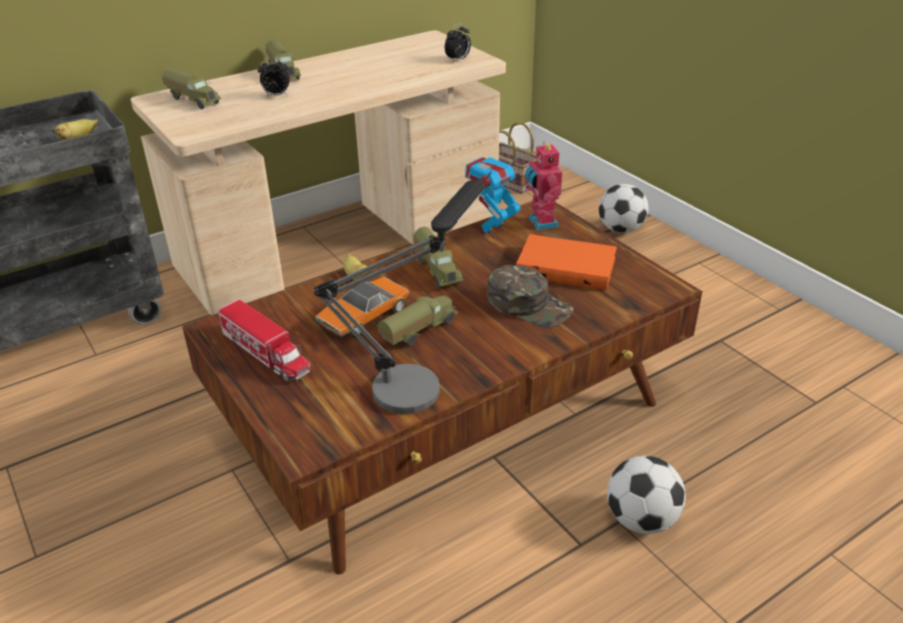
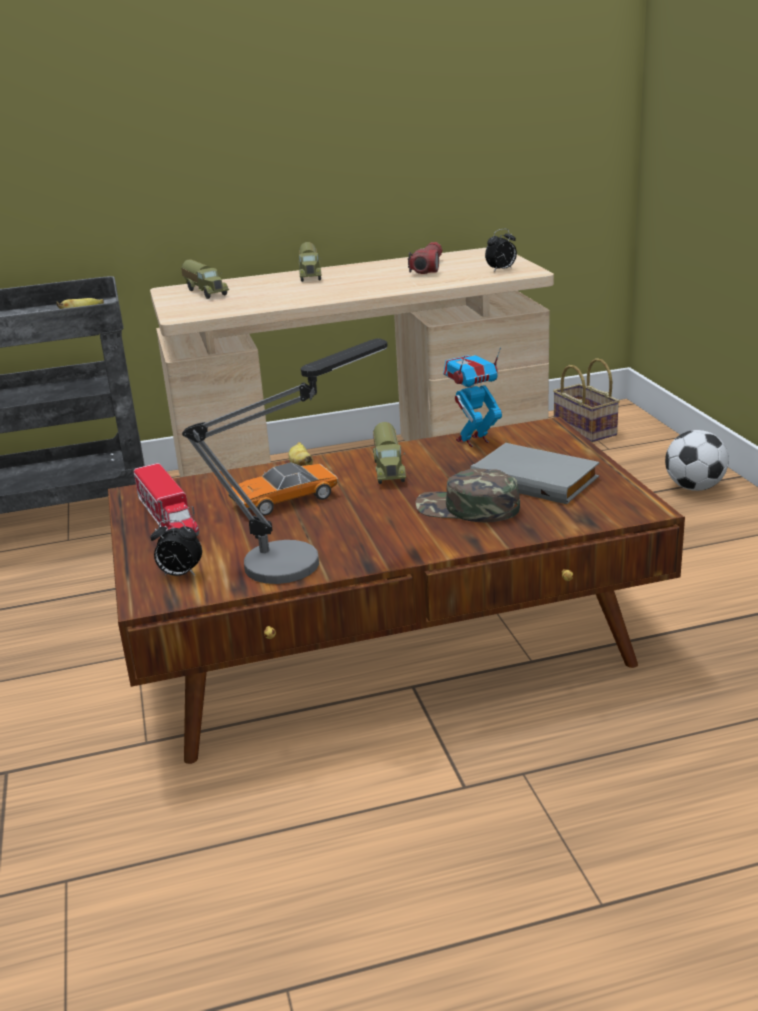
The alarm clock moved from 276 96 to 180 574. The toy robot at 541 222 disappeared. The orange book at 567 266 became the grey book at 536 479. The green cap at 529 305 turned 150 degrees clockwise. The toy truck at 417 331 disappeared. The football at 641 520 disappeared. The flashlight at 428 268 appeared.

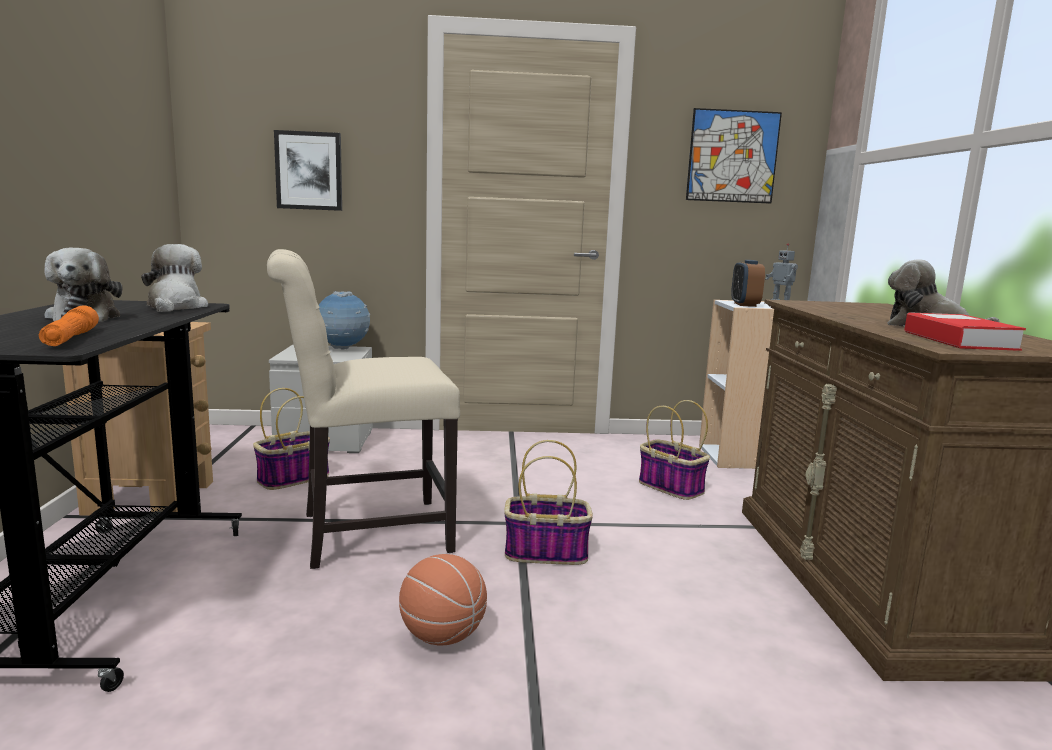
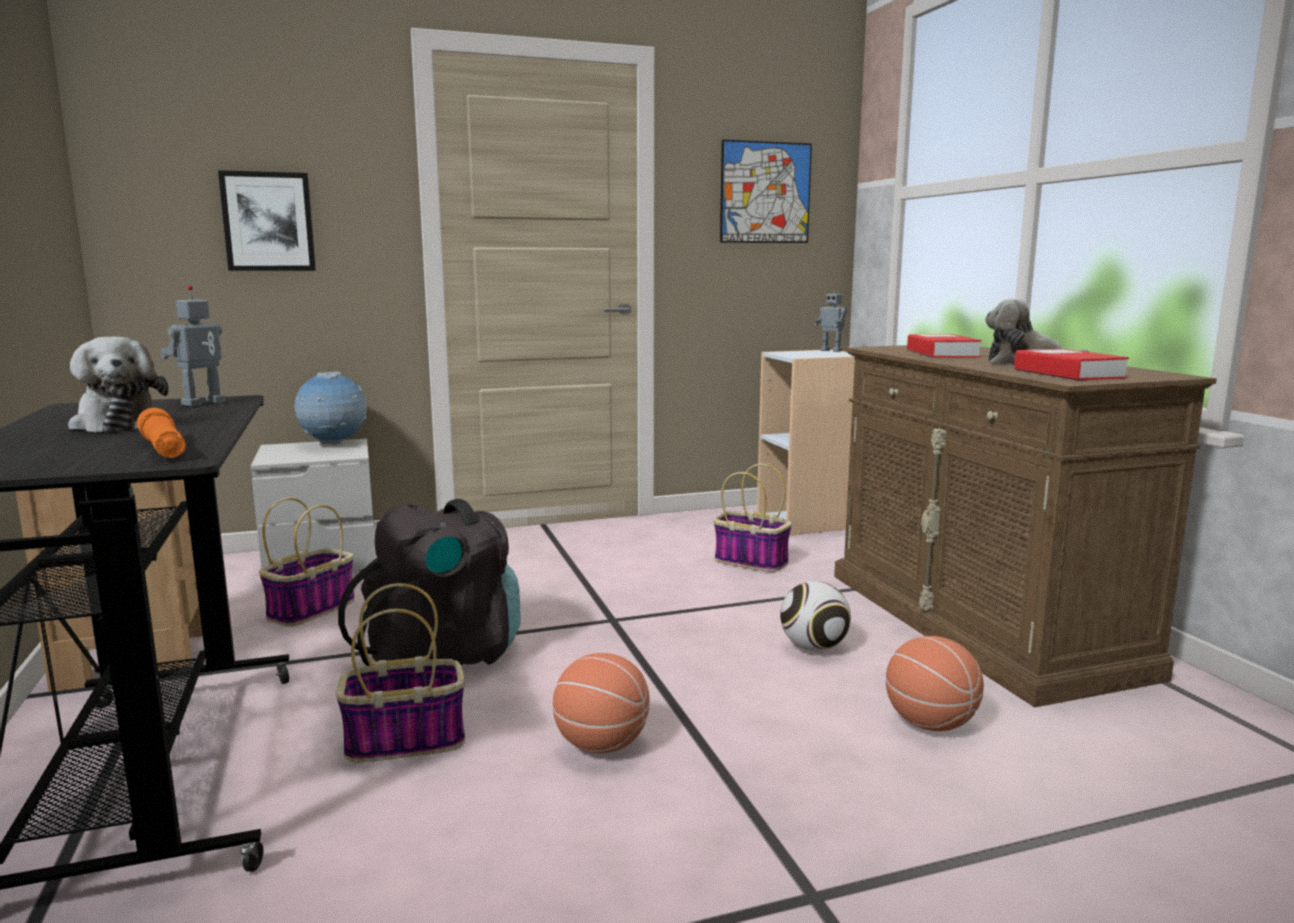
The plush toy at 175 307 was replaced by the toy robot at 204 403. The beige chair at 364 533 was replaced by the black backpack at 443 657. The alarm clock at 745 304 disappeared. The basket moved from 547 552 to 407 740. The book at 942 353 appeared. The football at 813 648 appeared. The basketball at 930 723 appeared.

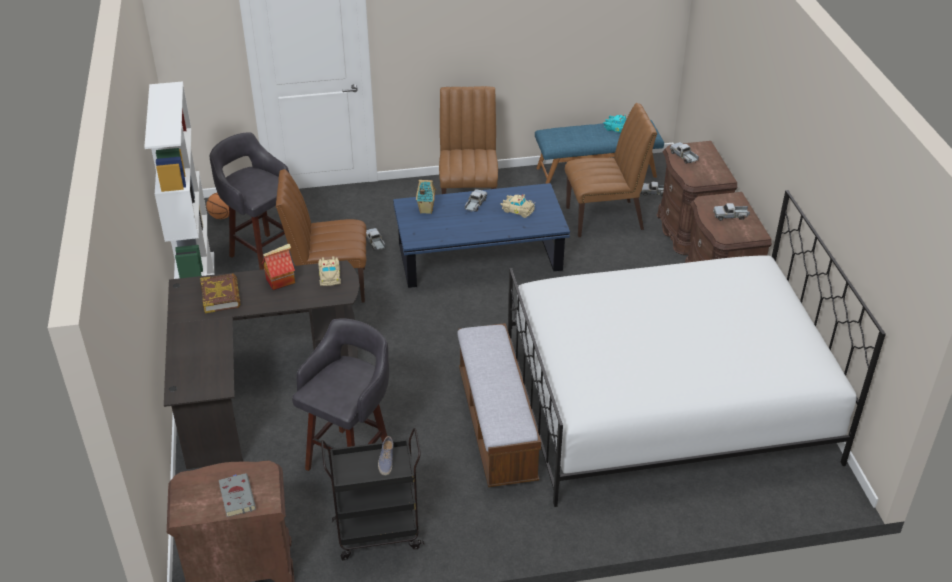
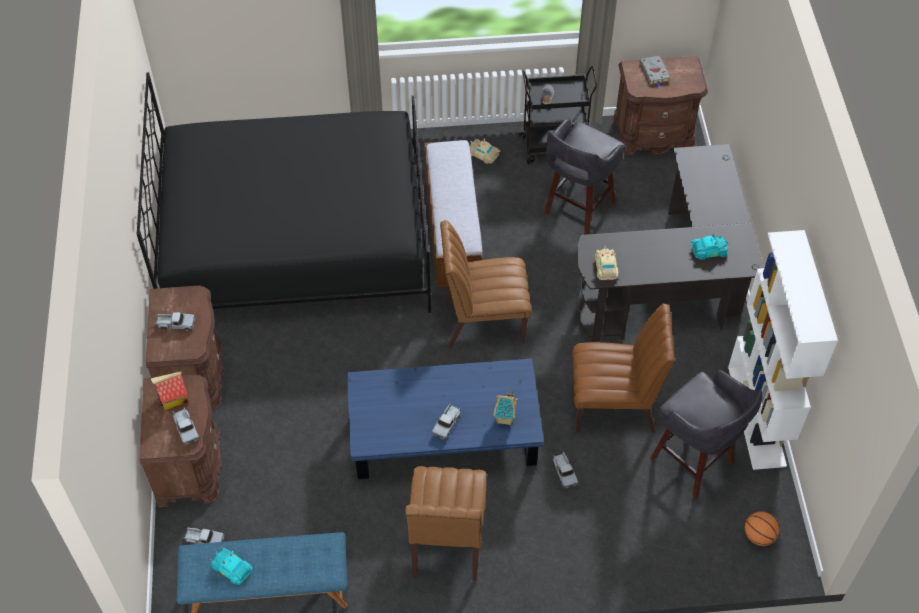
The brown chair moved from 604 219 to 484 322. The white bed at 668 403 became the black bed at 296 241. The beige toy car moved from 517 210 to 483 155. The toy house moved from 280 280 to 173 399. The book at 221 296 was replaced by the turquoise toy car at 708 250.

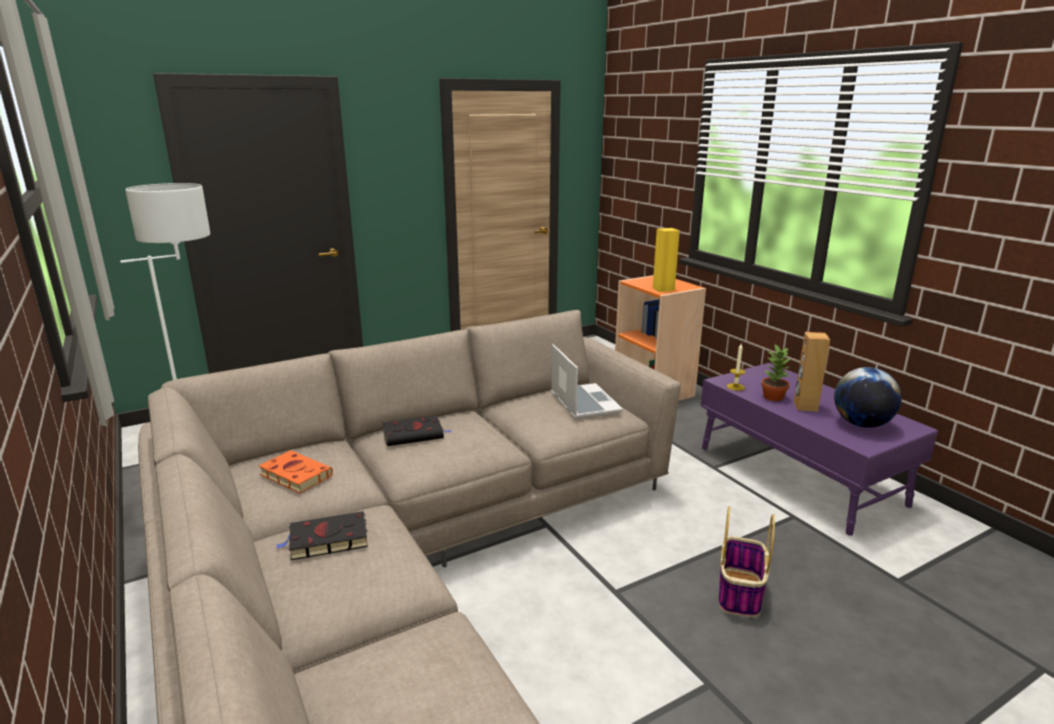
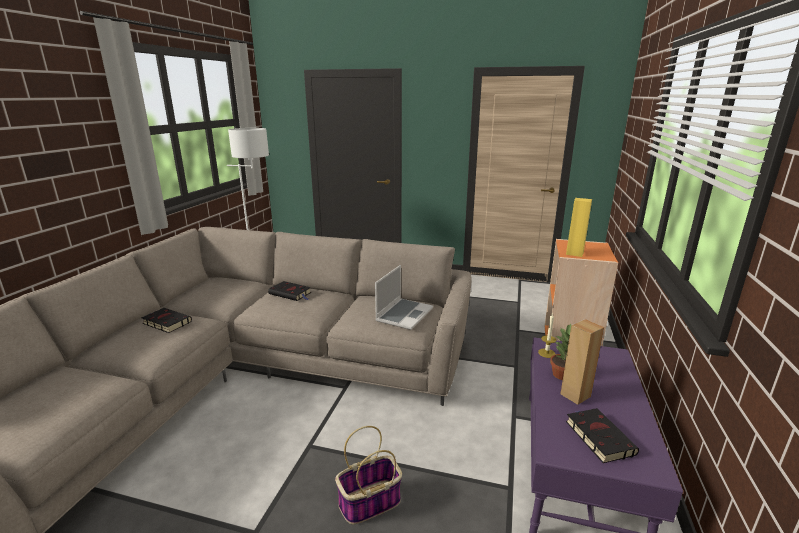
The globe at 861 424 was replaced by the black book at 597 436. The orange book at 294 475 disappeared.

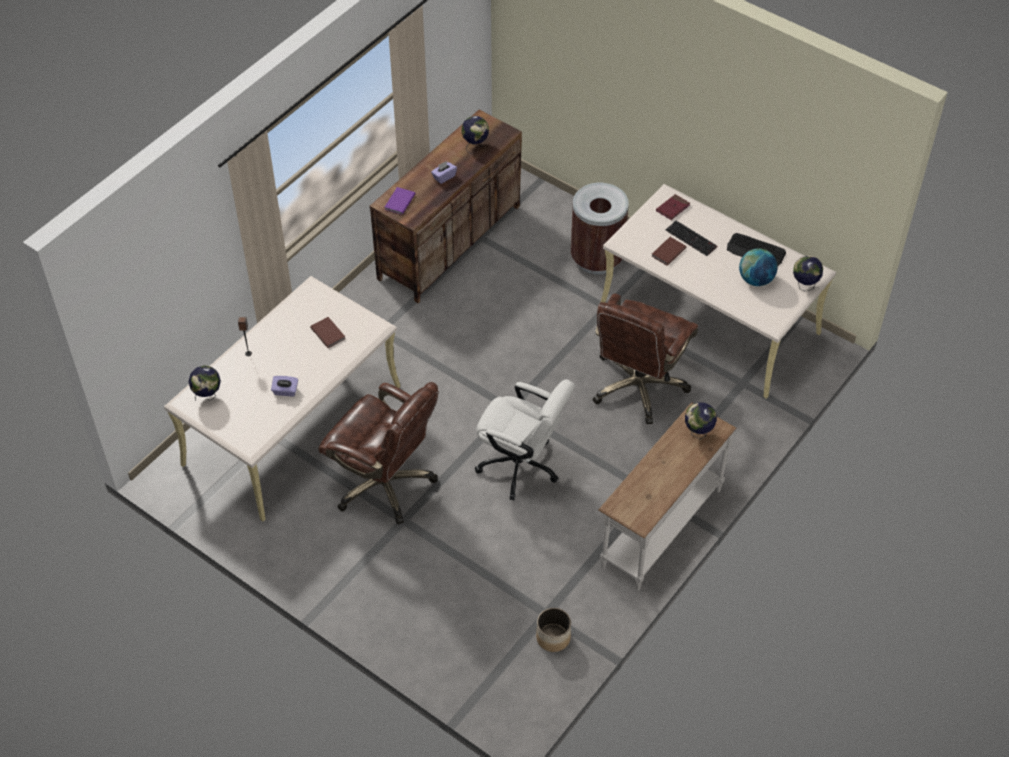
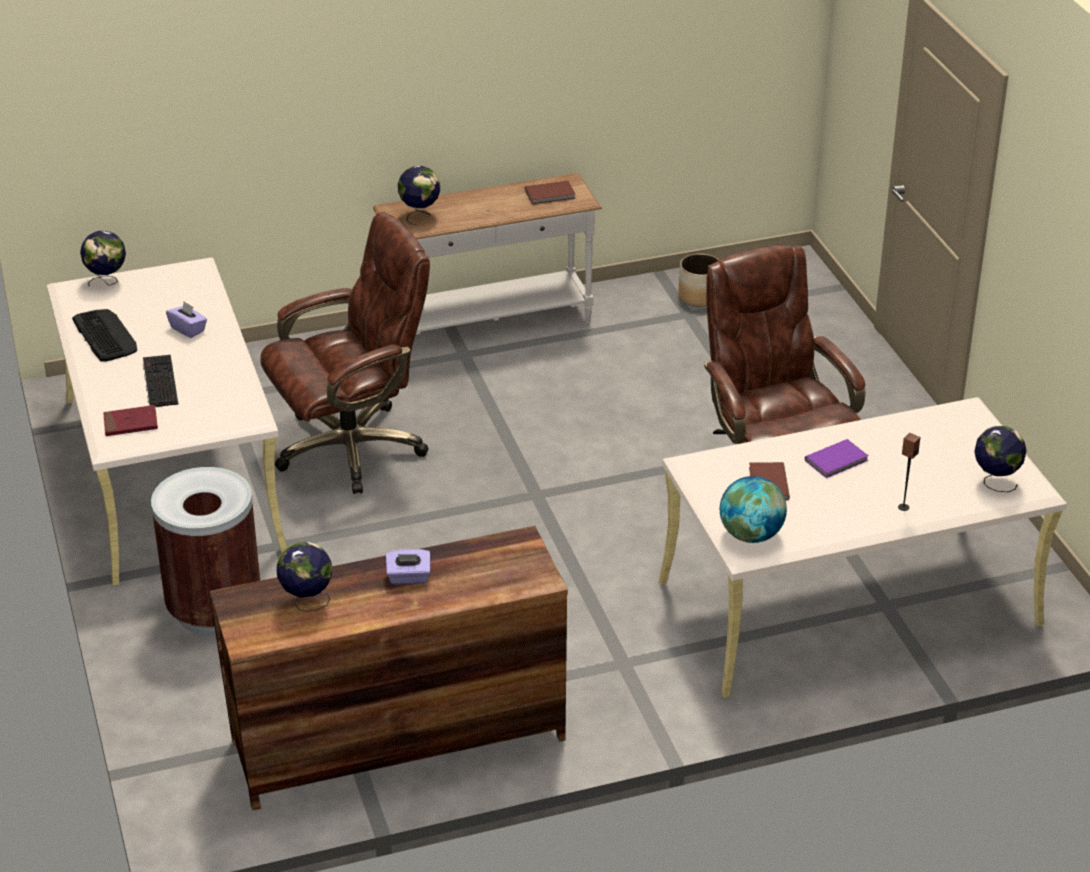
The purple book moved from 399 202 to 837 461. The brown book moved from 667 252 to 551 195. The globe moved from 756 280 to 751 535. The purple tissue box moved from 285 391 to 188 329. The white office chair at 522 467 disappeared.

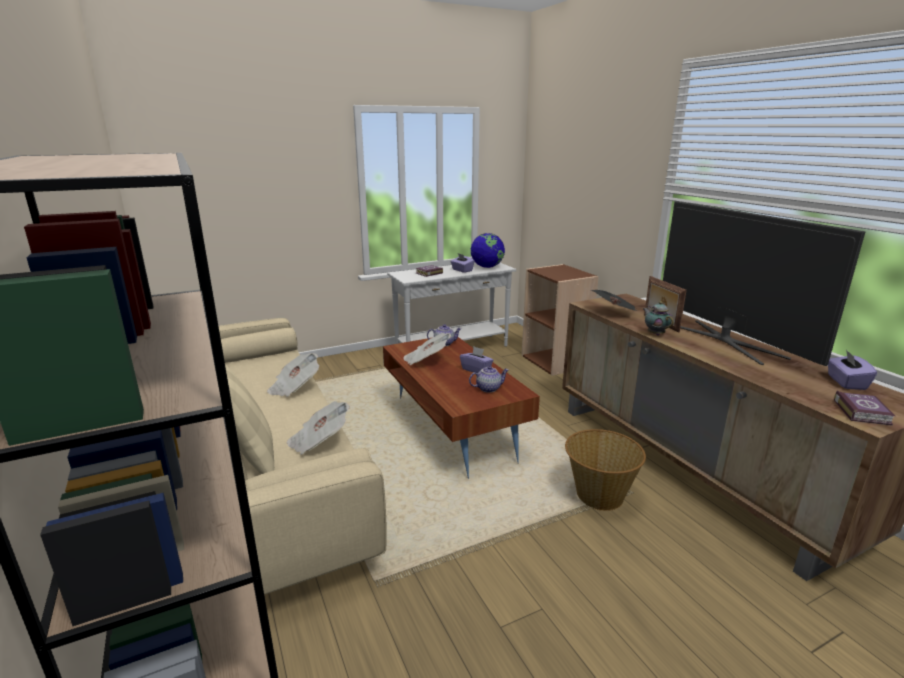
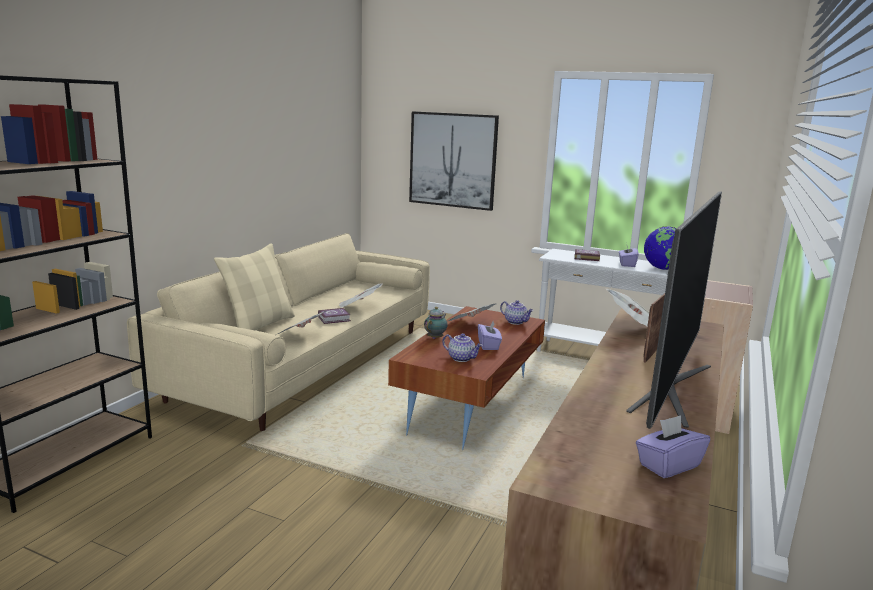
The teapot moved from 655 334 to 436 338. The book moved from 862 412 to 335 319. The basket at 599 495 disappeared. The picture at 452 160 appeared.

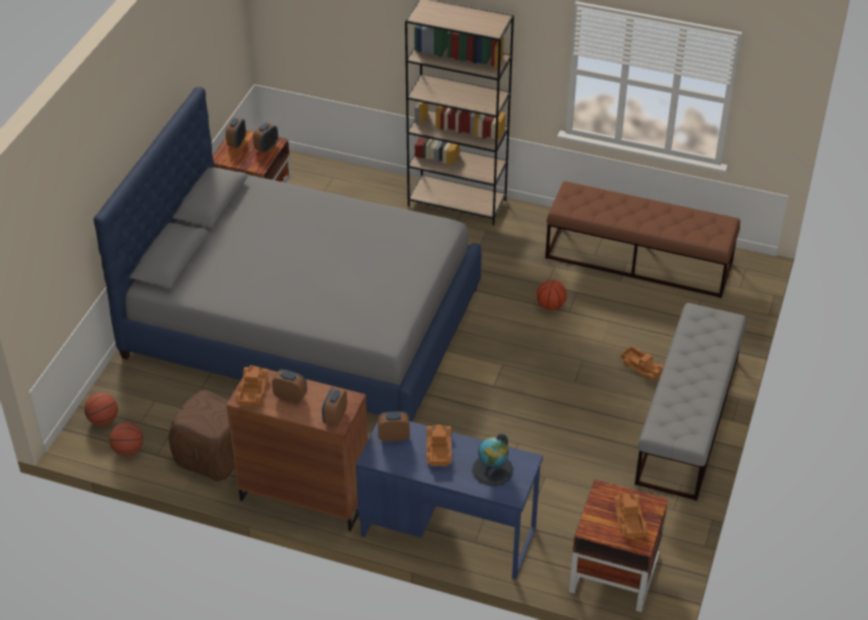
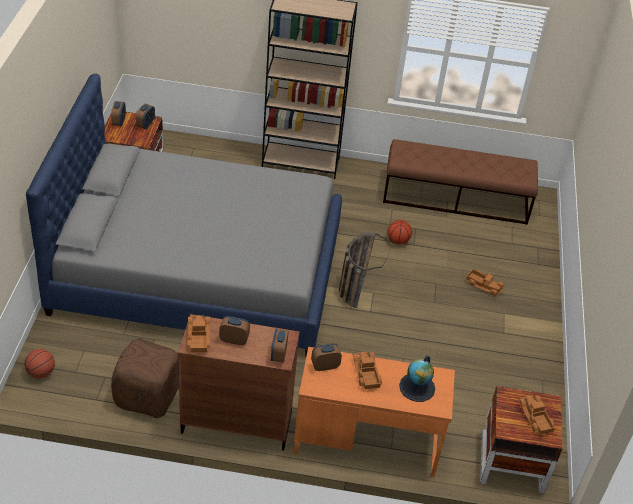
The grey bench at 687 420 disappeared. The blue desk at 448 531 became the orange desk at 366 440. The basketball at 128 450 disappeared. The basket at 355 287 appeared.

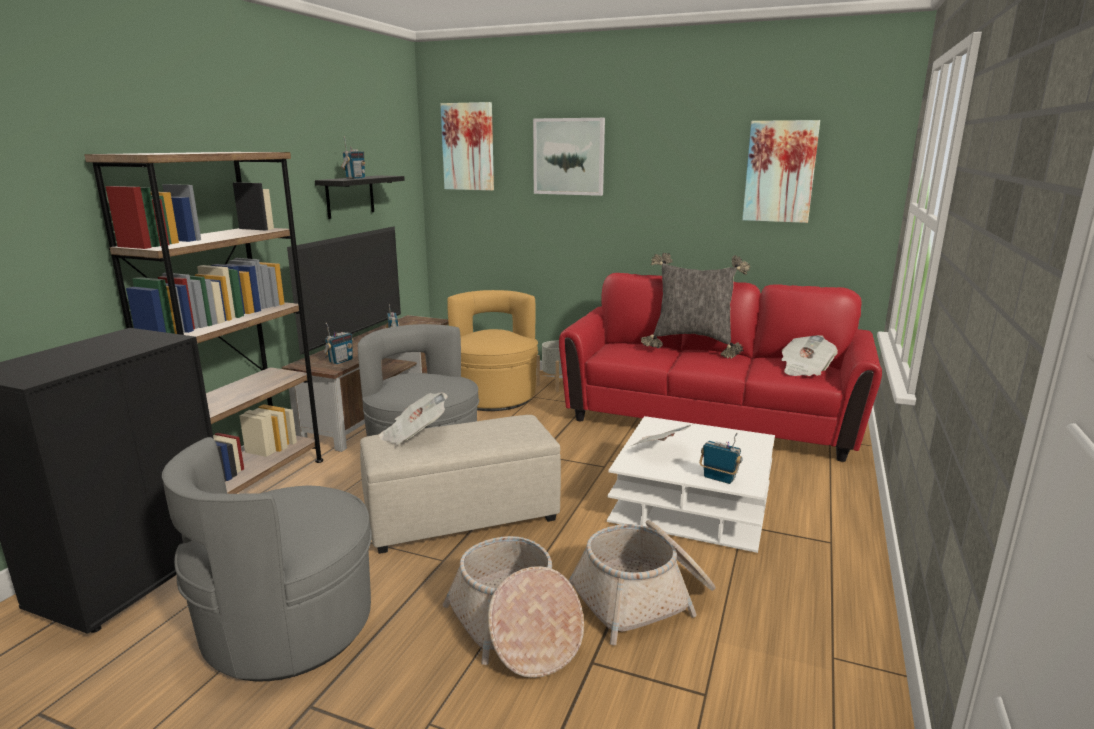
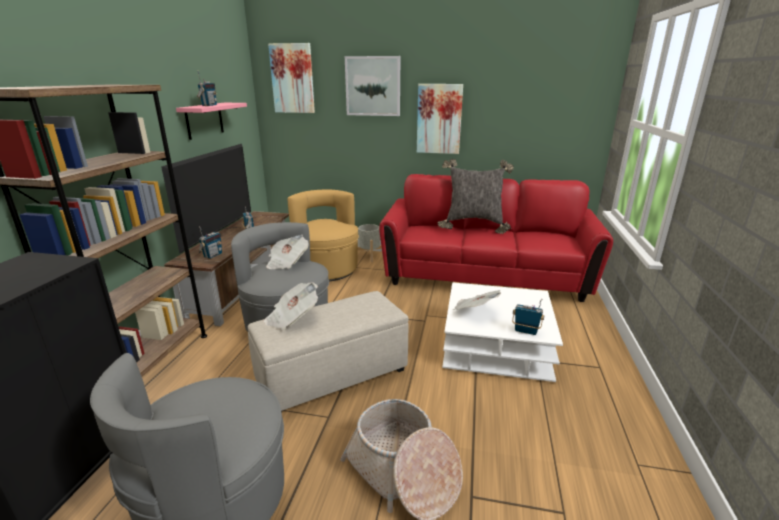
The picture moved from 780 172 to 439 119. The black shelf at 350 196 became the pink shelf at 204 120. The newspaper moved from 804 369 to 287 262. The basket at 644 597 disappeared.

